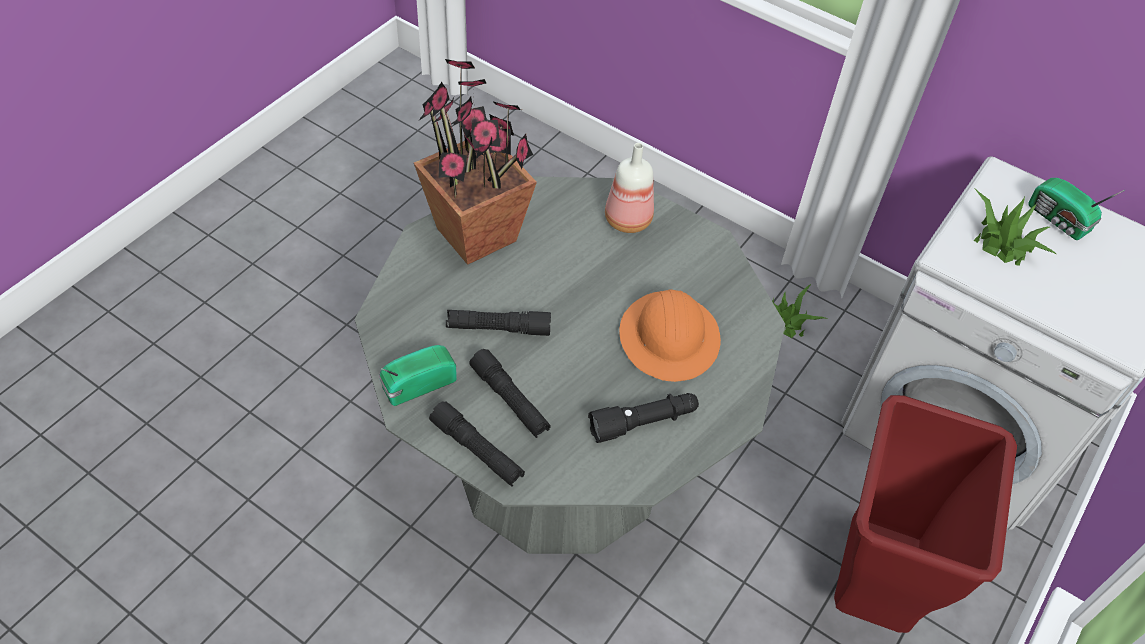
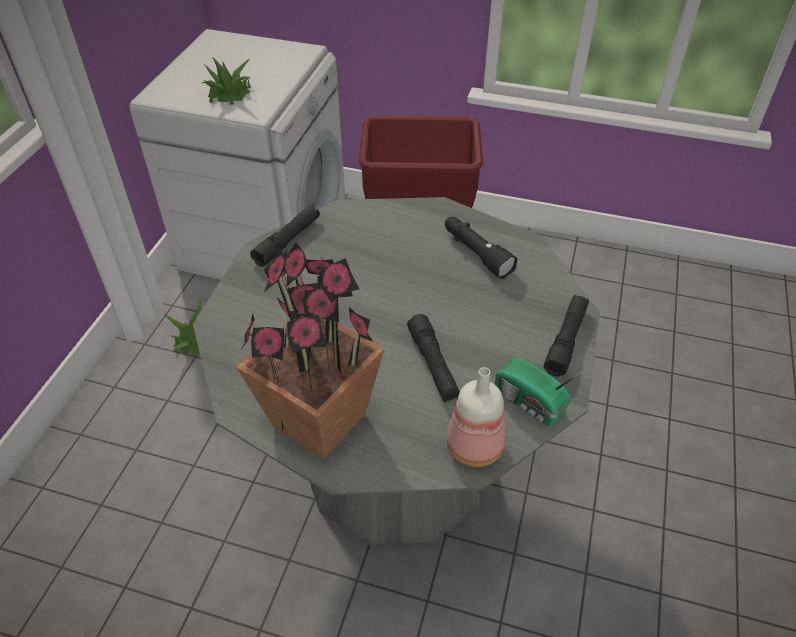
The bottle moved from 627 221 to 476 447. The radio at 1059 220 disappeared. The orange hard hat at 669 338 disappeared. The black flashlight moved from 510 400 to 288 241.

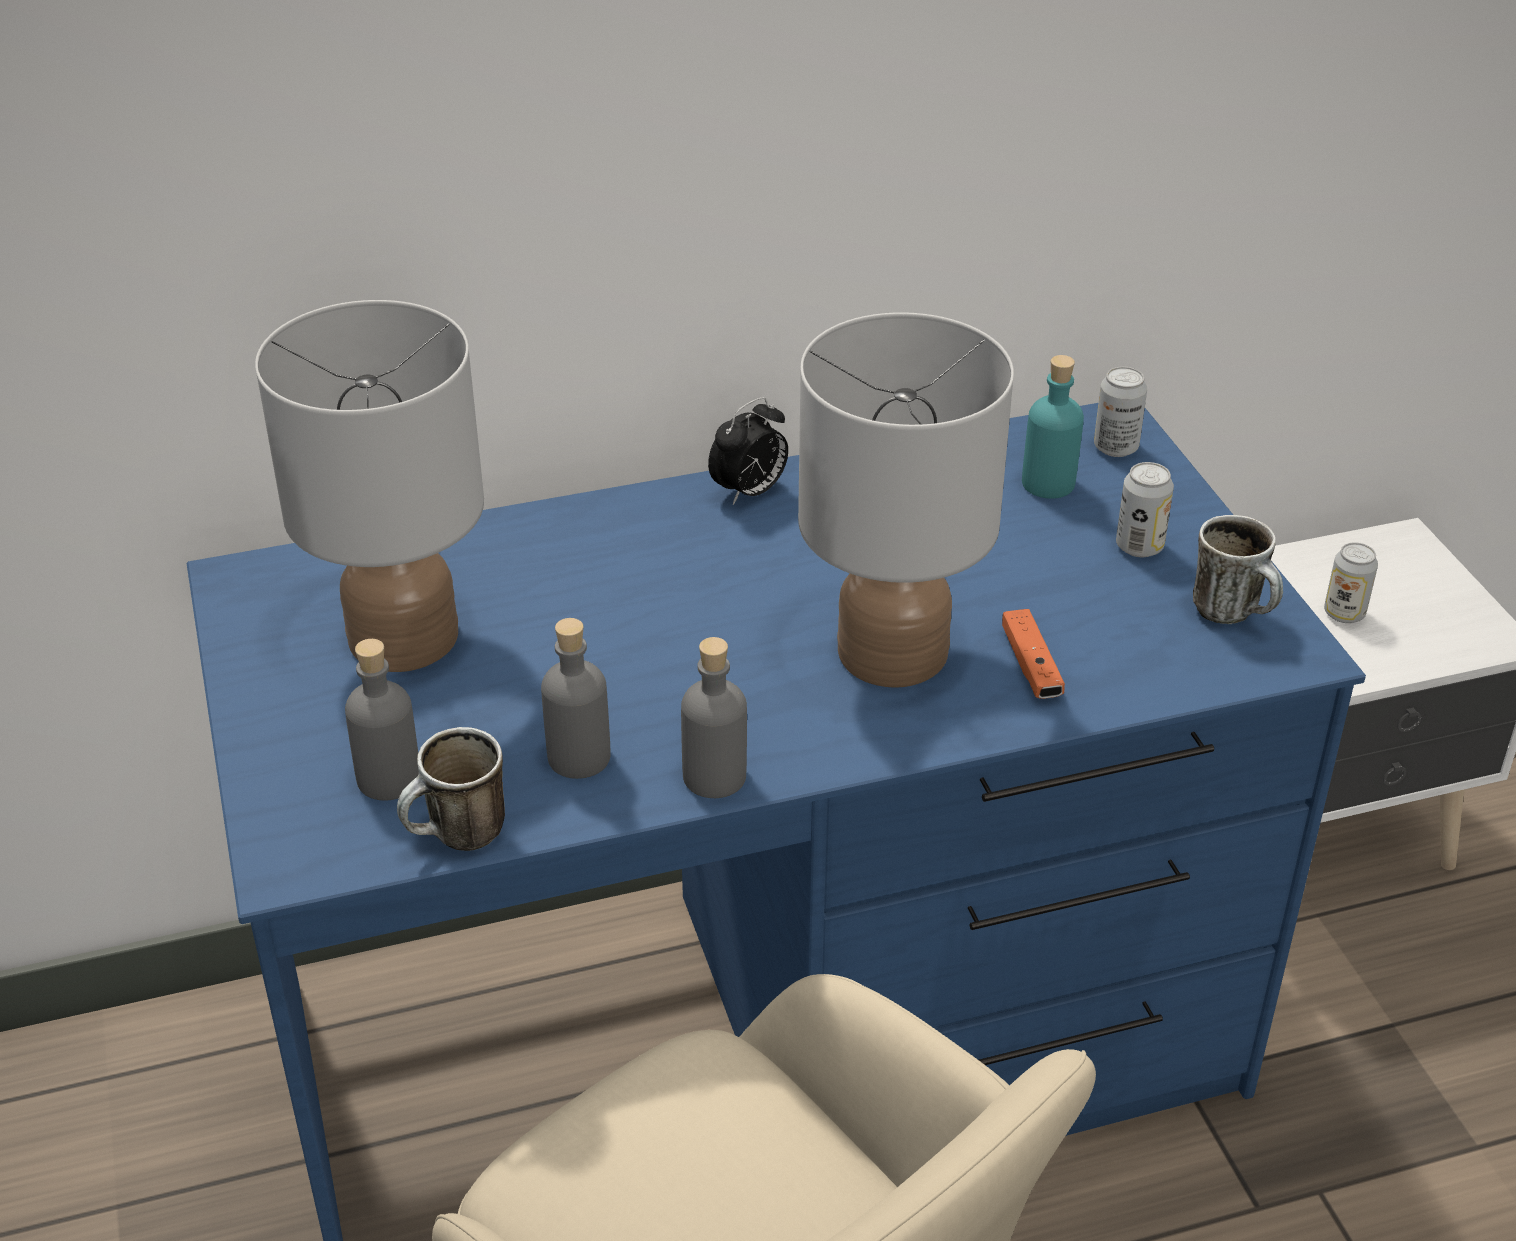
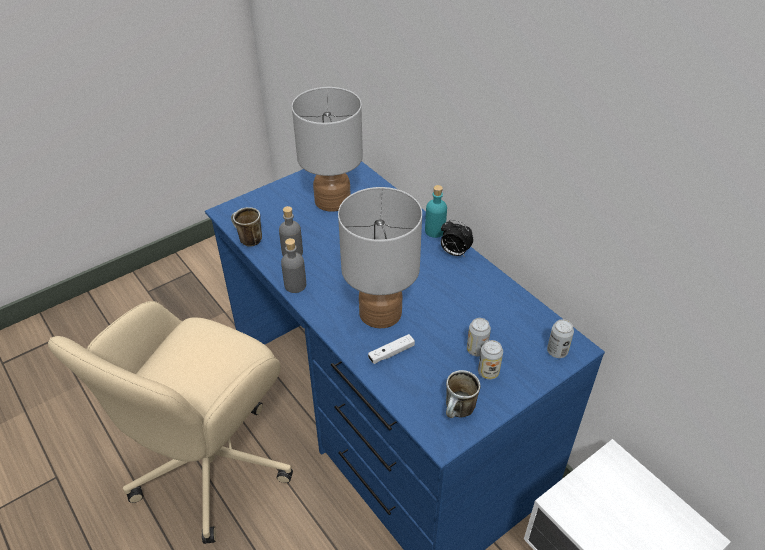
The turquoise bottle moved from 1048 483 to 435 231. The can moved from 1344 613 to 476 350. The orange game controller at 1031 666 became the white game controller at 391 353. The grey bottle at 389 778 disappeared.

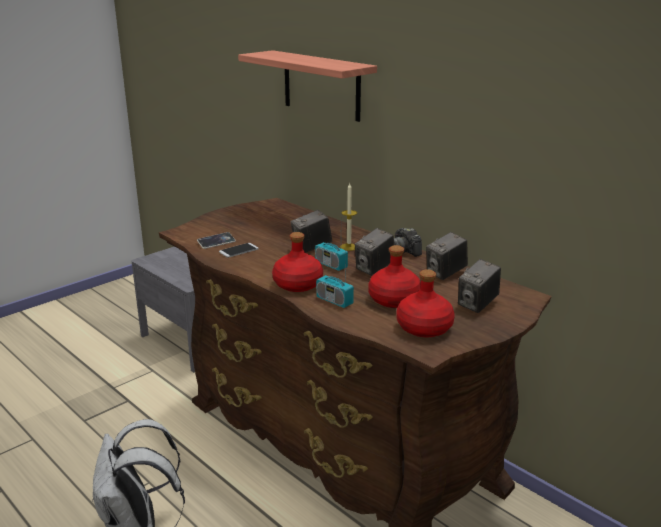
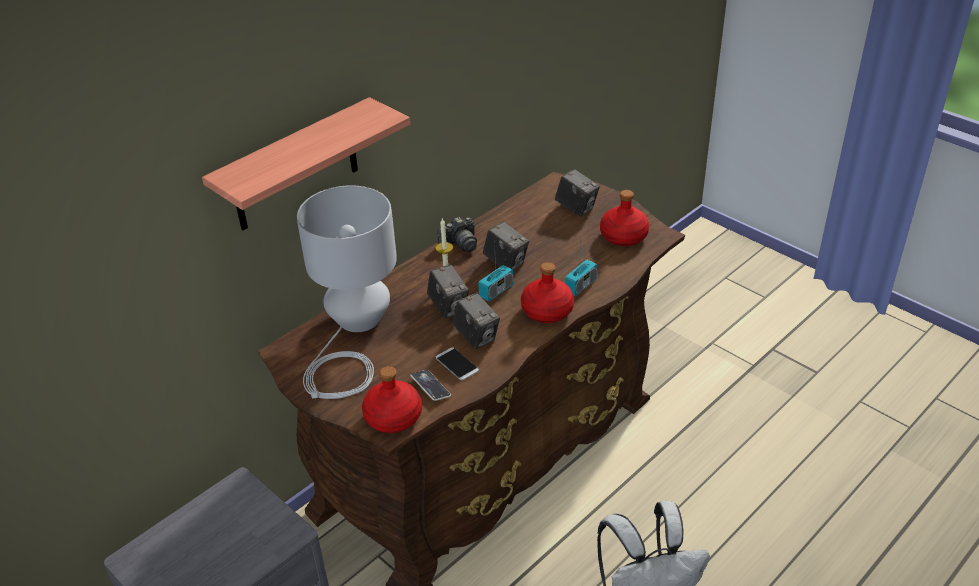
The photo camera moved from 445 273 to 476 337. The red bottle moved from 394 299 to 392 417. The grey table lamp at 351 340 appeared.

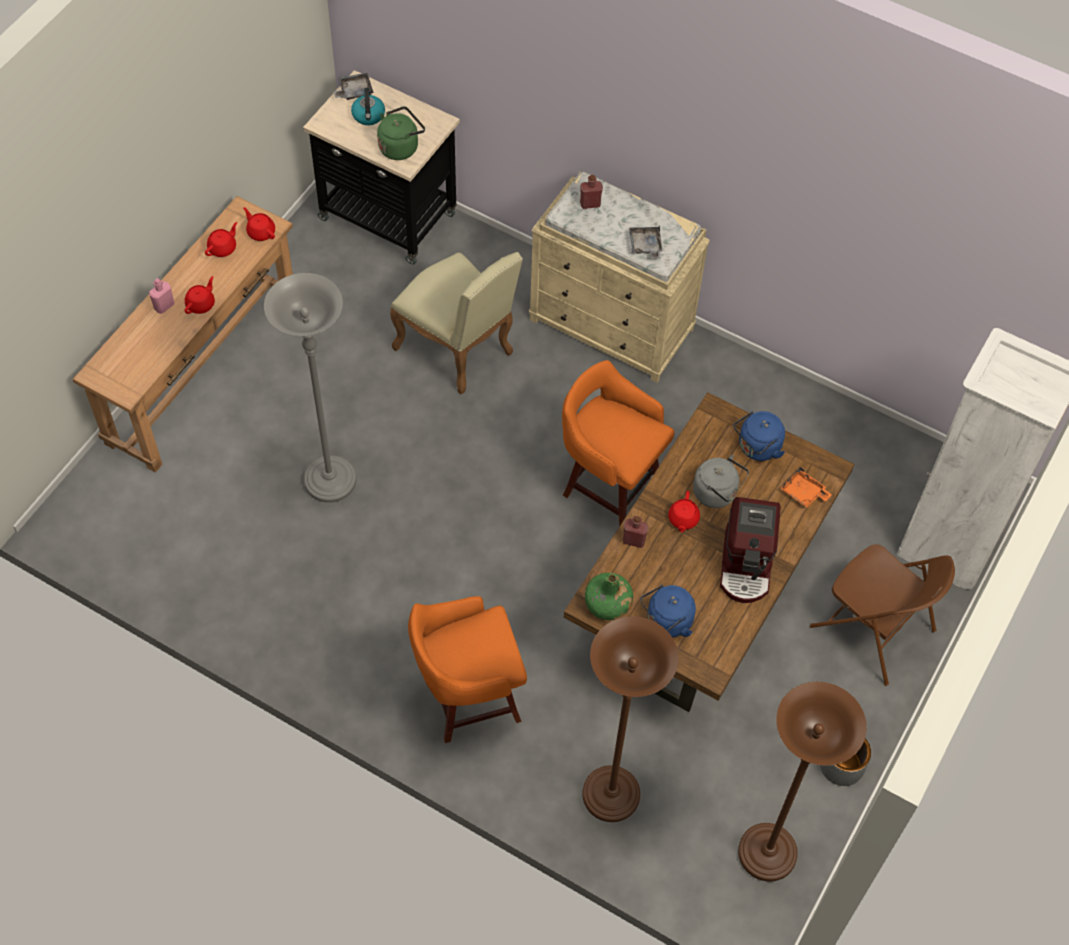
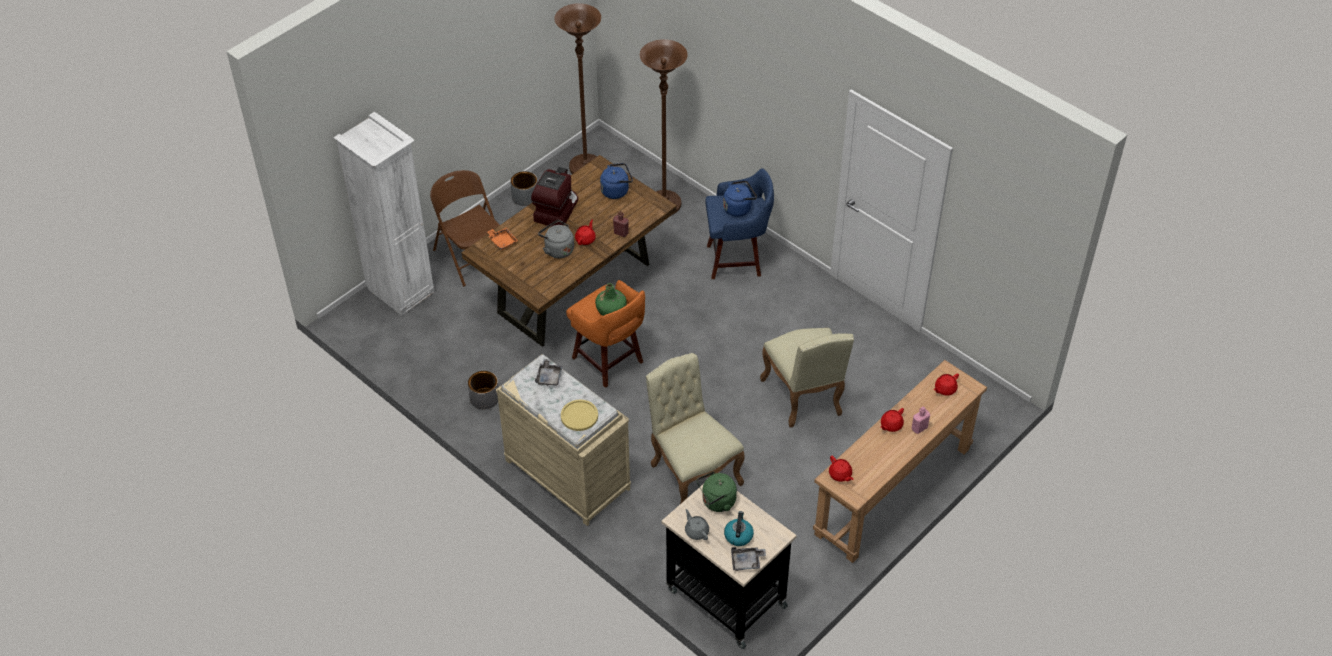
The red bottle at 590 204 was replaced by the yellow plate at 579 416. The red teapot moved from 223 248 to 945 389. The grey floor lamp at 330 481 was replaced by the beige chair at 805 398. The blue kettle moved from 757 448 to 739 208. The green bottle moved from 607 604 to 611 310. The orange stool at 467 700 became the blue stool at 737 261. The grey planter at 484 398 appeared. The grey teapot at 696 531 appeared.

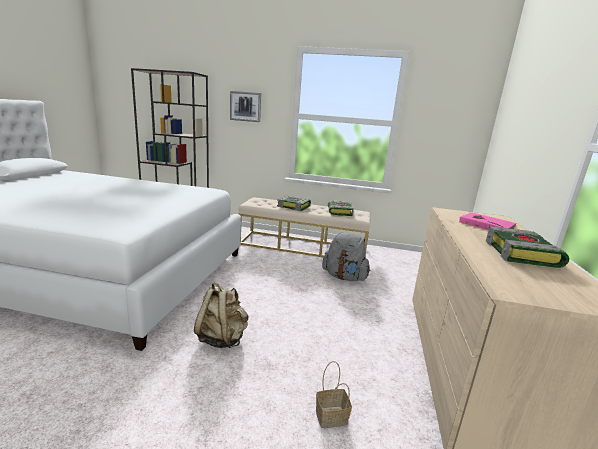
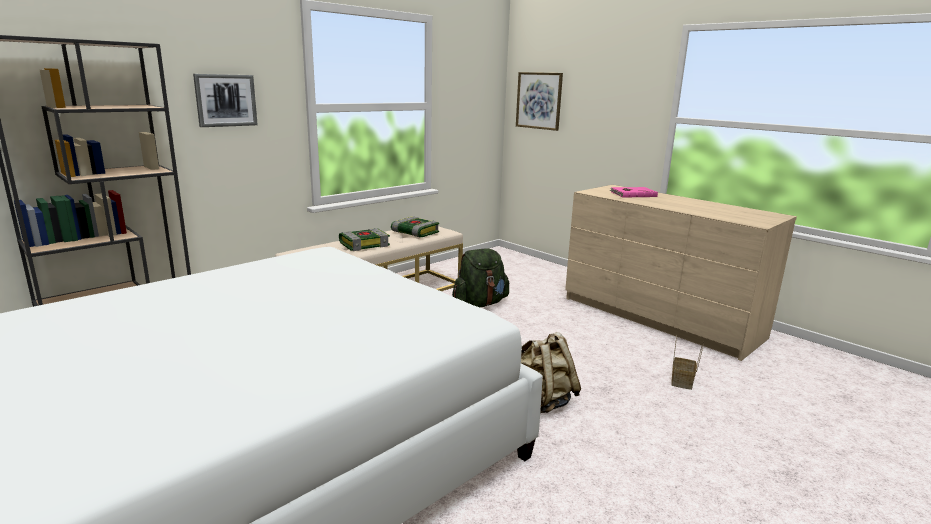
The book at 522 255 disappeared. The grey backpack at 344 277 became the green backpack at 480 303. The picture at 539 100 appeared.

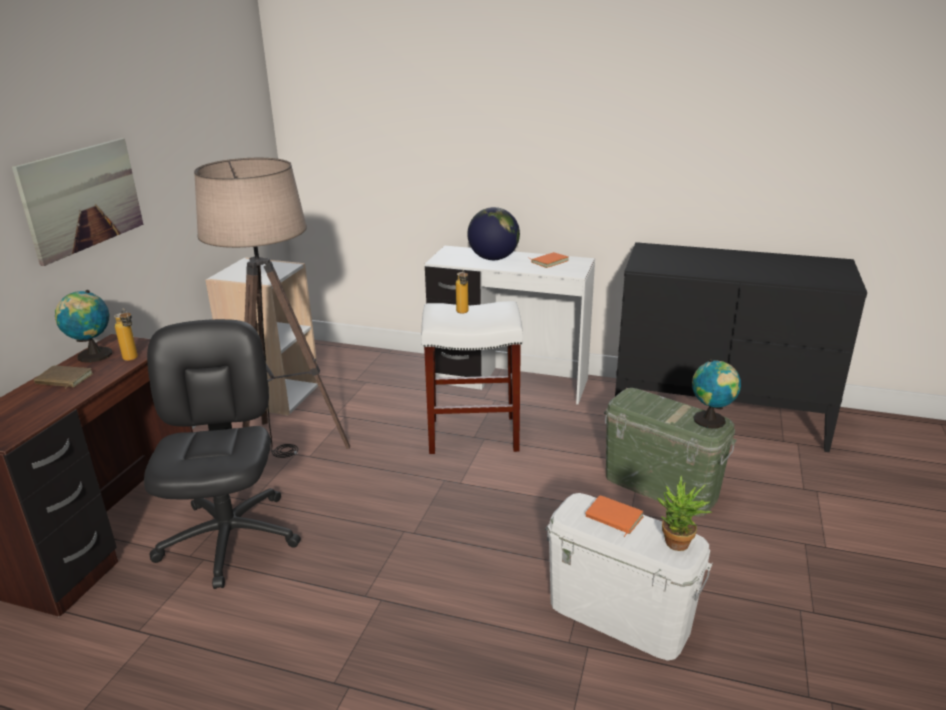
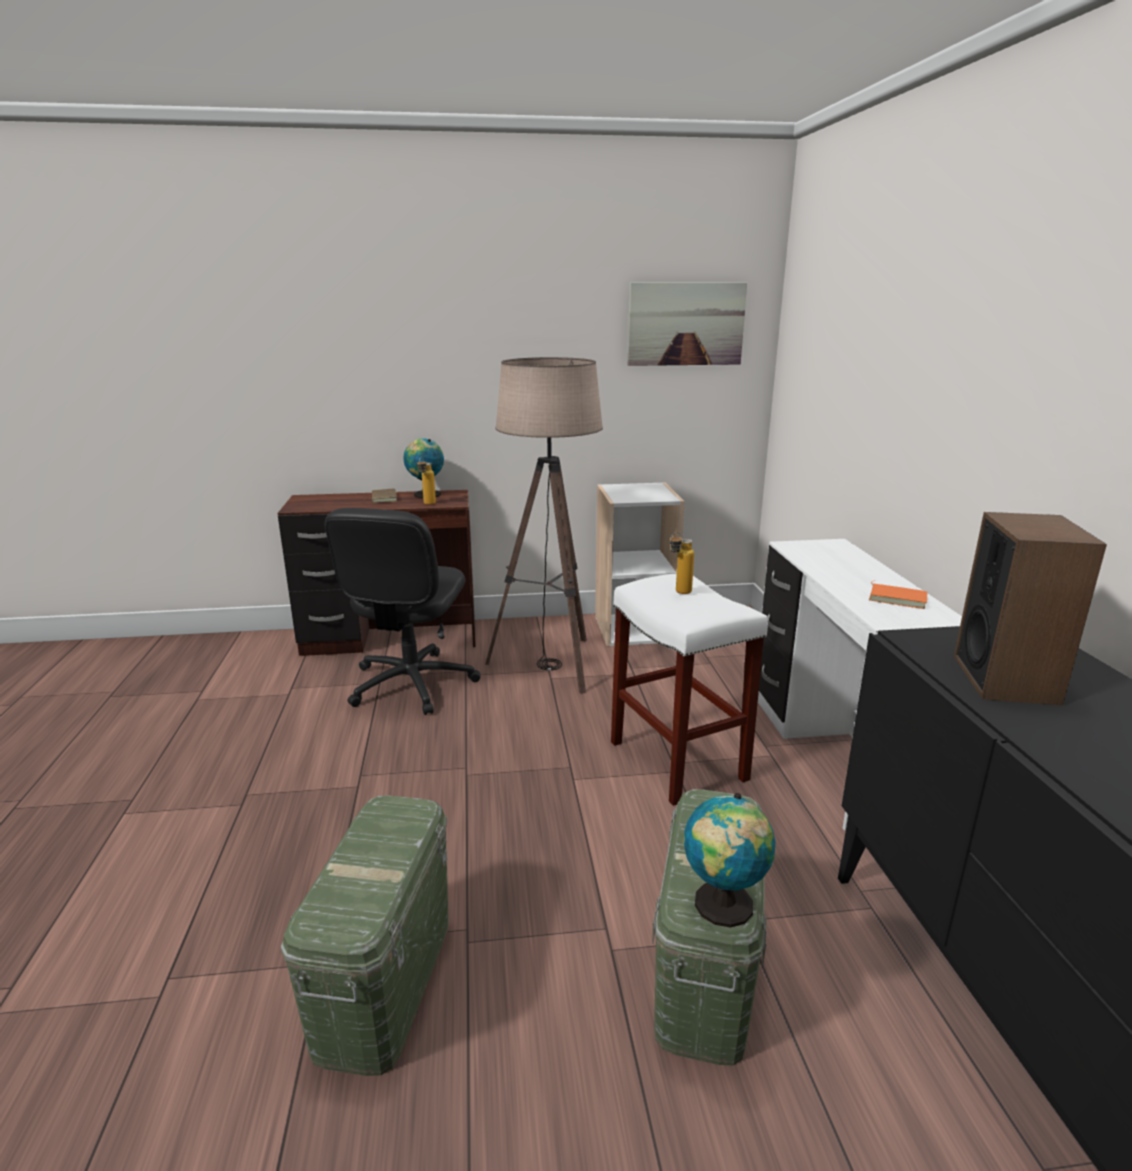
The picture moved from 82 198 to 686 324. The globe at 493 258 disappeared. The black office chair at 230 537 turned 135 degrees clockwise. The potted plant at 678 546 disappeared. The white storage box at 620 614 became the green storage box at 385 983. The orange book at 613 518 disappeared. The speaker at 1005 679 appeared.

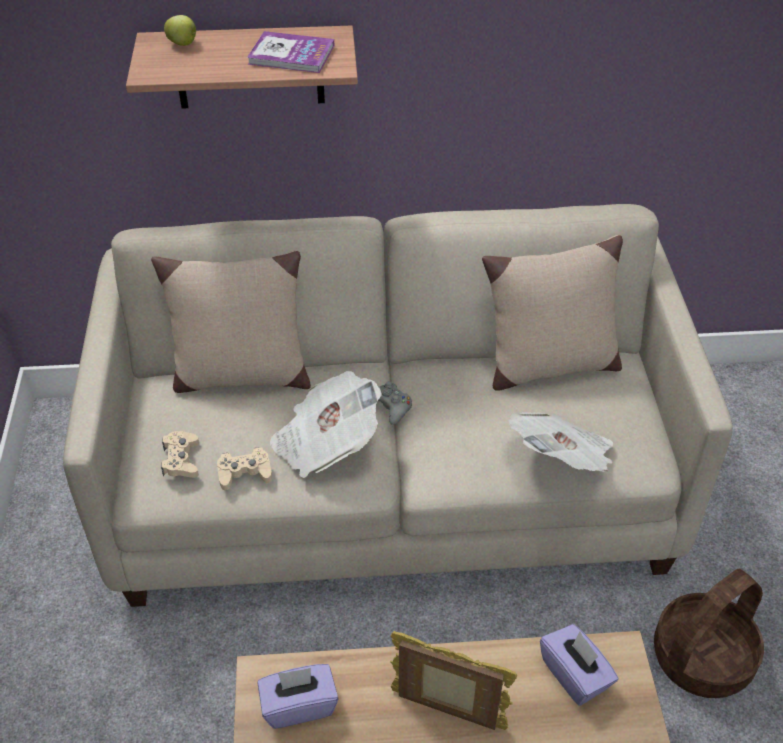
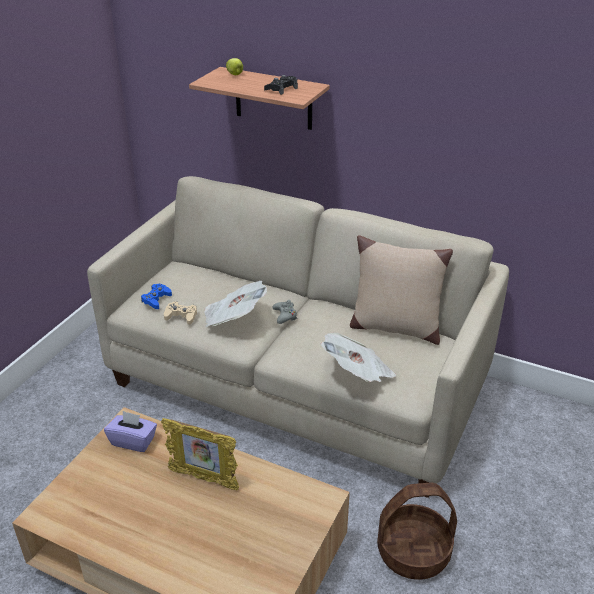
The book at 291 55 was replaced by the black game controller at 281 89. The beige pillow at 240 375 disappeared. The beige game controller at 181 460 became the blue game controller at 156 299. The purple tissue box at 575 675 disappeared. The picture frame at 447 712 turned 150 degrees clockwise.

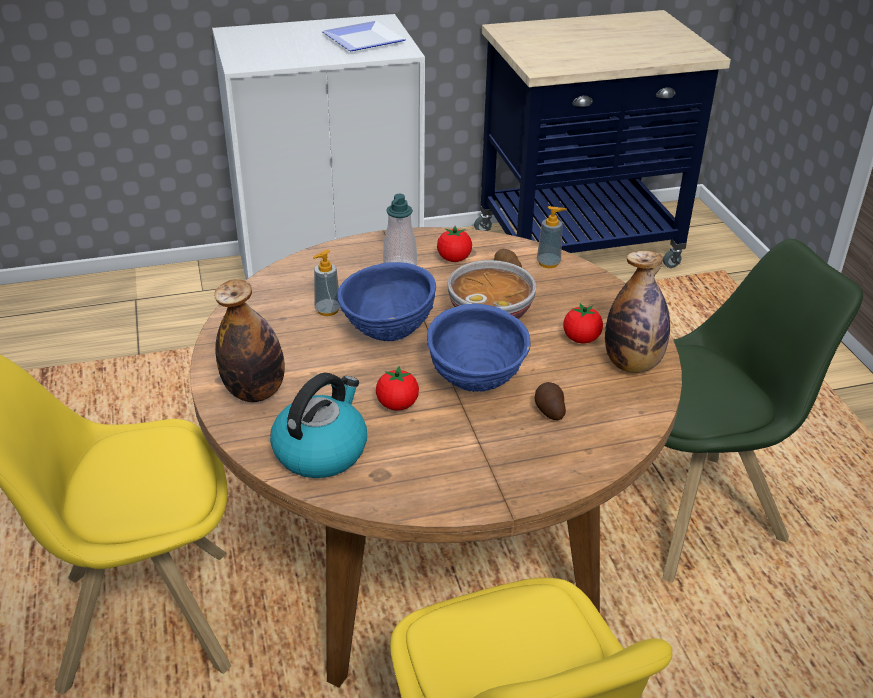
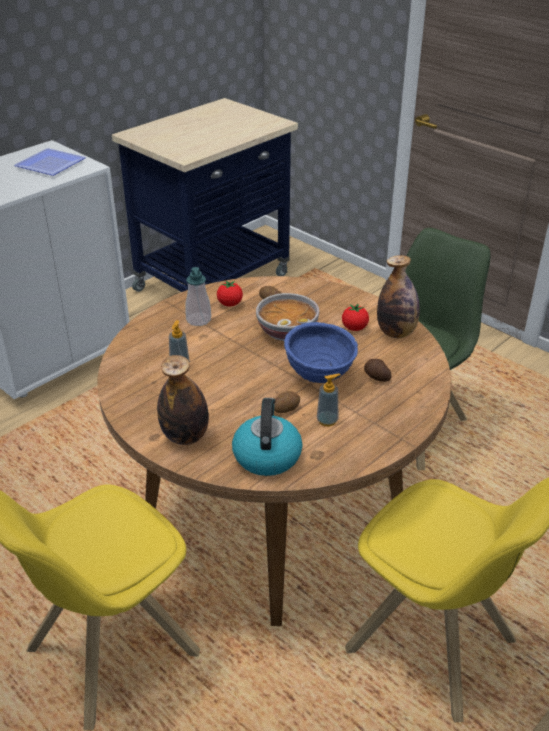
The soap dispenser moved from 548 263 to 327 420. The blue bowl at 388 334 disappeared. The tomato at 397 405 was replaced by the potato at 285 408.

